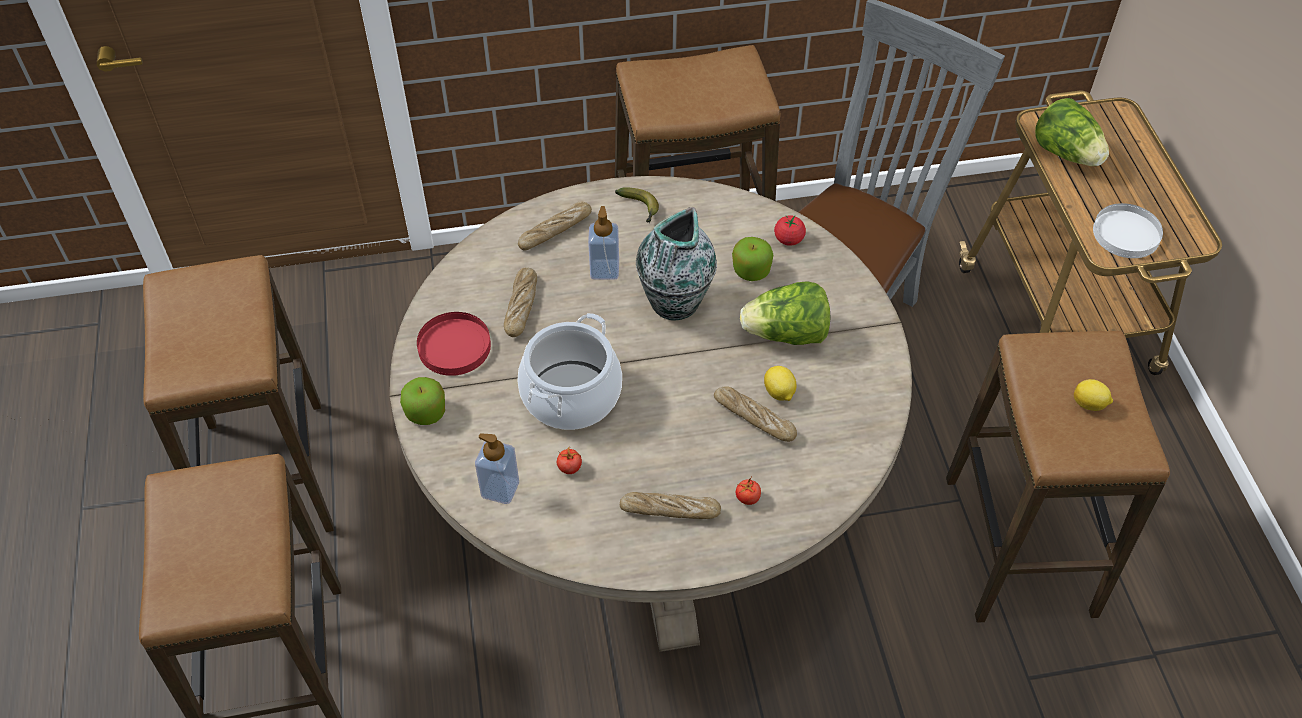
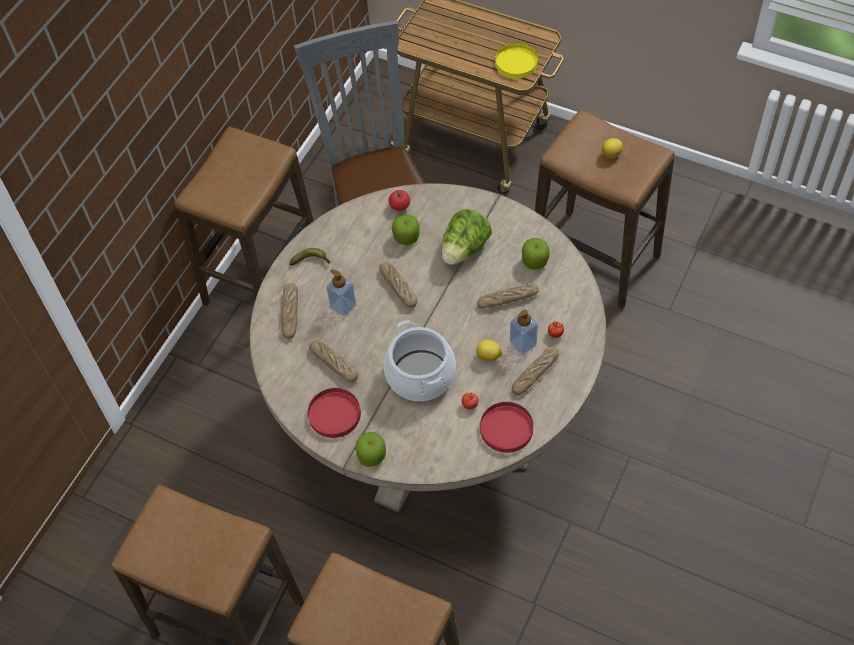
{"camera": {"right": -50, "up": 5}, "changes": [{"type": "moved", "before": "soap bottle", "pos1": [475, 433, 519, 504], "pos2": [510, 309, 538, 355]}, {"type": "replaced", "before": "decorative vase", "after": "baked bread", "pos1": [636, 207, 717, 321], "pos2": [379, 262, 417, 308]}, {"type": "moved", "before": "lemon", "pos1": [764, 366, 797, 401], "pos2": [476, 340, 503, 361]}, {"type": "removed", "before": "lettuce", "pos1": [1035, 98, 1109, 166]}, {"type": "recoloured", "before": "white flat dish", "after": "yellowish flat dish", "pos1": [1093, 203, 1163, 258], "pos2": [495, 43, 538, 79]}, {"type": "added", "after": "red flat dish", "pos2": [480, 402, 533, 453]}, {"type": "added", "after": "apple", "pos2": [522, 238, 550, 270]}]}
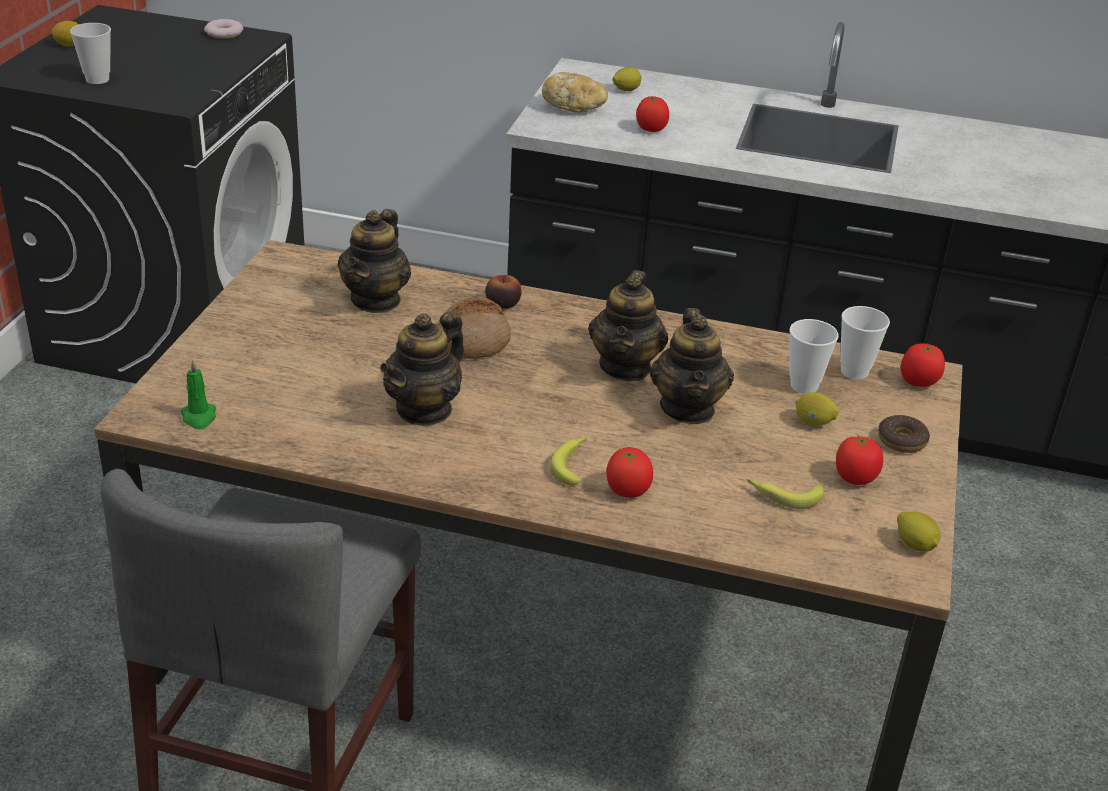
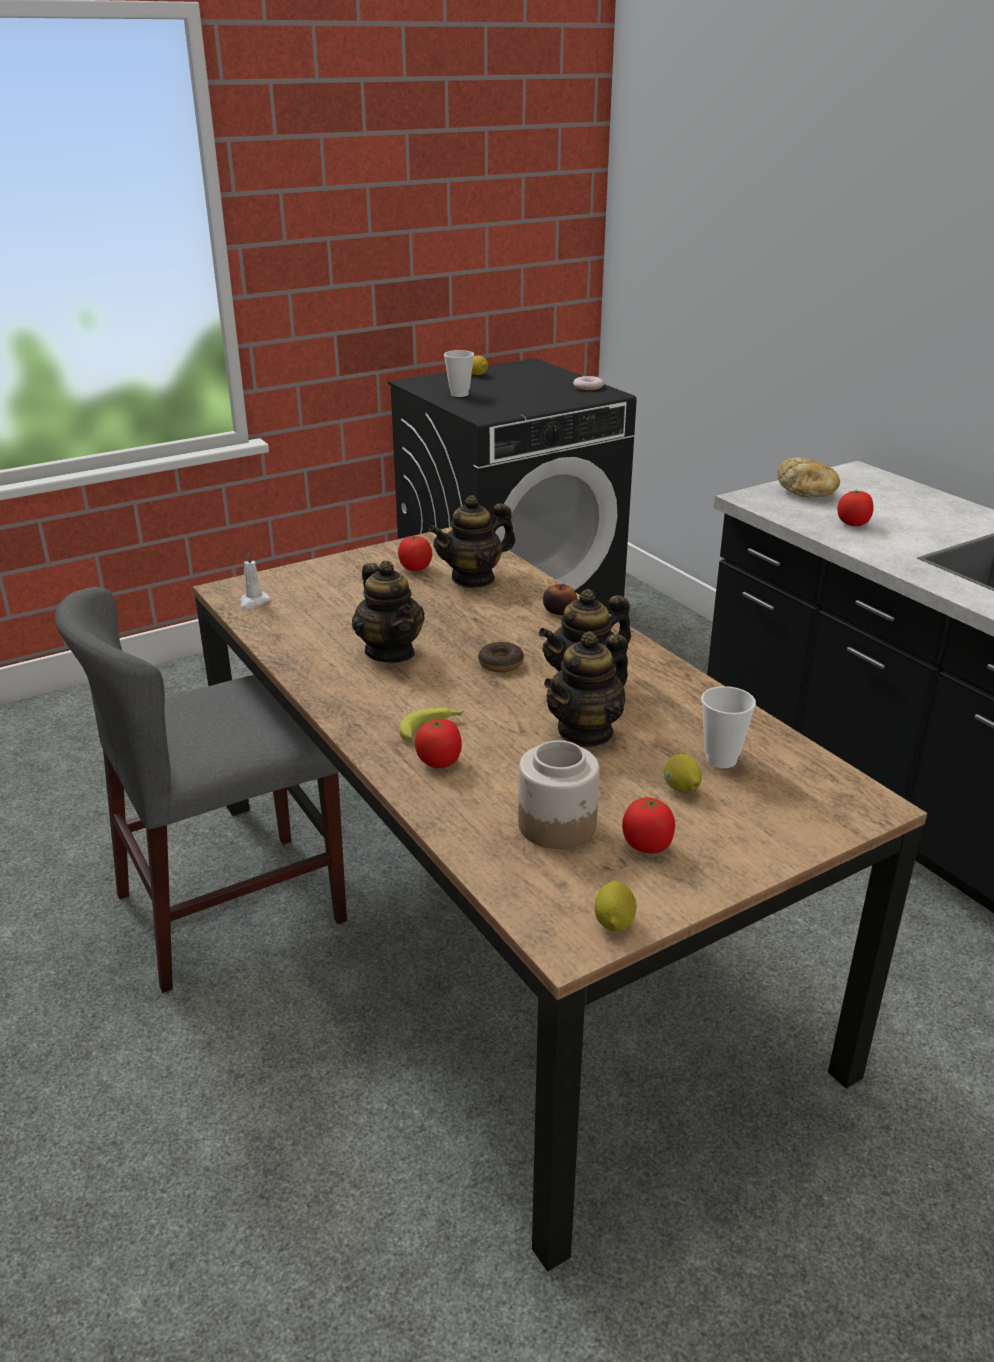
{"camera": {"right": 45, "up": -5}, "changes": [{"type": "recoloured", "before": "green candle", "after": "white candle", "pos1": [181, 359, 216, 429], "pos2": [239, 551, 270, 609]}, {"type": "turned", "before": "pot for tea", "pos1": [380, 311, 464, 427], "pos2": [352, 561, 425, 663], "turn": -105}, {"type": "removed", "before": "baked bread", "pos1": [438, 297, 511, 359]}, {"type": "removed", "before": "lemon", "pos1": [612, 67, 642, 91]}, {"type": "replaced", "before": "banana fruit", "after": "jar", "pos1": [746, 478, 824, 509], "pos2": [518, 740, 600, 849]}, {"type": "removed", "before": "small cup", "pos1": [840, 306, 890, 379]}, {"type": "moved", "before": "donut", "pos1": [878, 415, 930, 453], "pos2": [478, 642, 524, 672]}, {"type": "moved", "before": "whole tomato", "pos1": [901, 344, 945, 387], "pos2": [398, 536, 432, 571]}]}
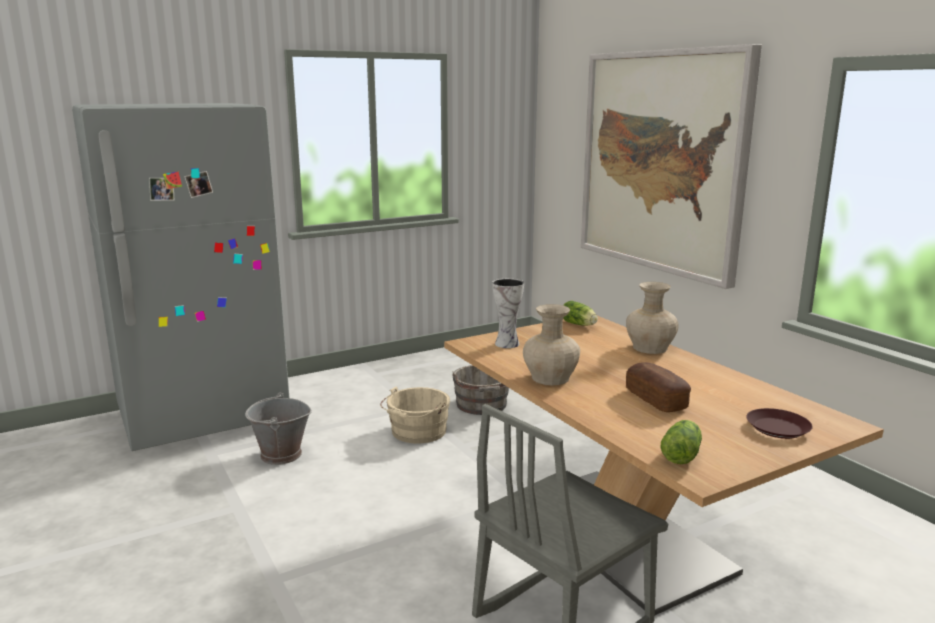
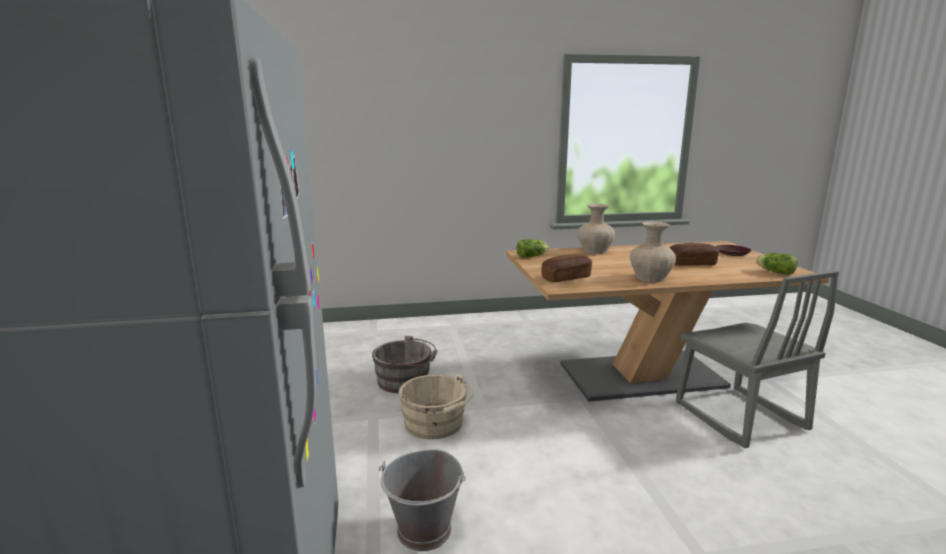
{"camera": {"right": -70, "up": 0}, "changes": [{"type": "replaced", "before": "decorative vase", "after": "baked bread", "pos1": [492, 278, 524, 348], "pos2": [541, 254, 592, 282]}, {"type": "removed", "before": "wall art", "pos1": [581, 44, 762, 289]}]}
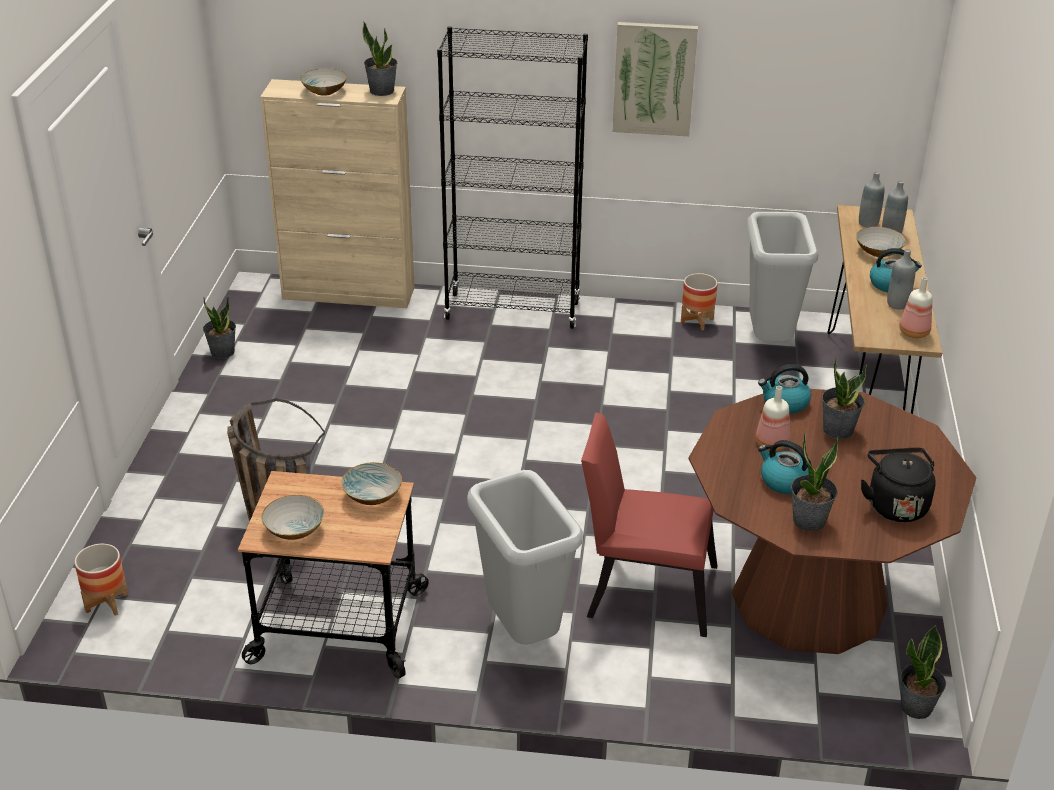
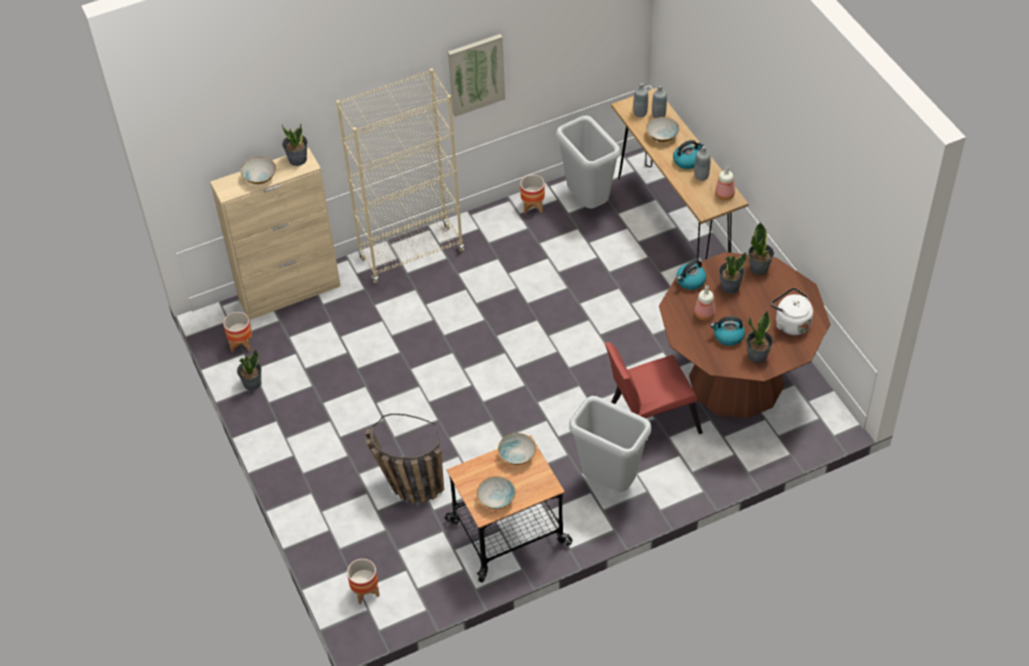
{"camera": {"right": -30, "up": 15}, "changes": [{"type": "recoloured", "before": "black shelving unit", "after": "sand-coloured shelving unit", "pos1": [437, 26, 588, 329], "pos2": [336, 69, 464, 283]}, {"type": "recoloured", "before": "black water kettle", "after": "white water kettle", "pos1": [861, 447, 936, 522], "pos2": [771, 288, 813, 335]}, {"type": "moved", "before": "houseplant", "pos1": [900, 625, 946, 719], "pos2": [748, 222, 774, 275]}, {"type": "added", "after": "flower pot", "pos2": [223, 312, 252, 352]}]}
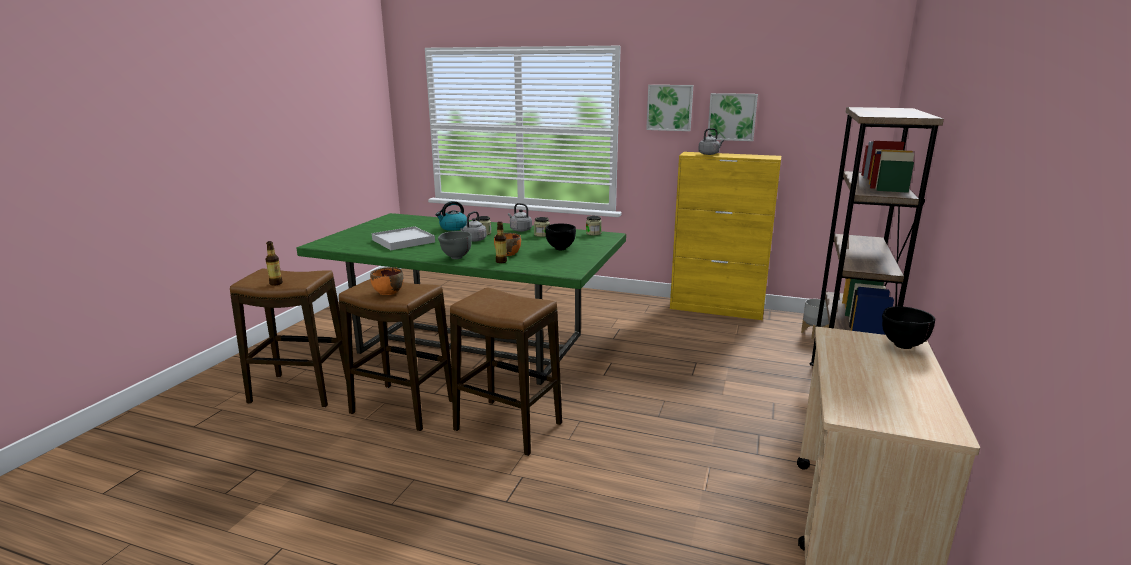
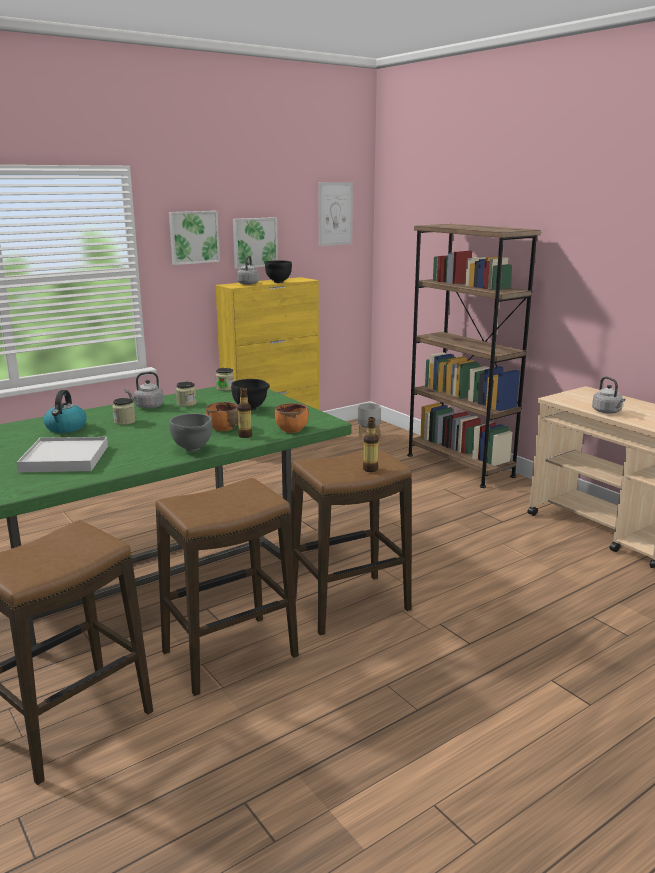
{"camera": {"right": -55, "up": 0}, "changes": [{"type": "moved", "before": "bottle", "pos1": [266, 241, 283, 286], "pos2": [363, 417, 379, 472]}, {"type": "moved", "before": "orange bowl", "pos1": [370, 267, 404, 295], "pos2": [275, 403, 309, 433]}, {"type": "moved", "before": "gray water kettle", "pos1": [460, 211, 487, 242], "pos2": [592, 376, 625, 414]}, {"type": "moved", "before": "black bowl", "pos1": [882, 306, 935, 349], "pos2": [265, 260, 292, 283]}, {"type": "added", "after": "wall art", "pos2": [318, 182, 353, 246]}]}
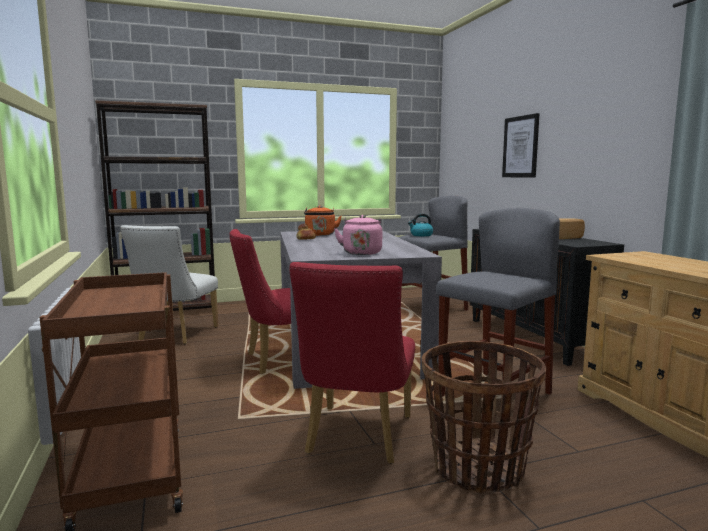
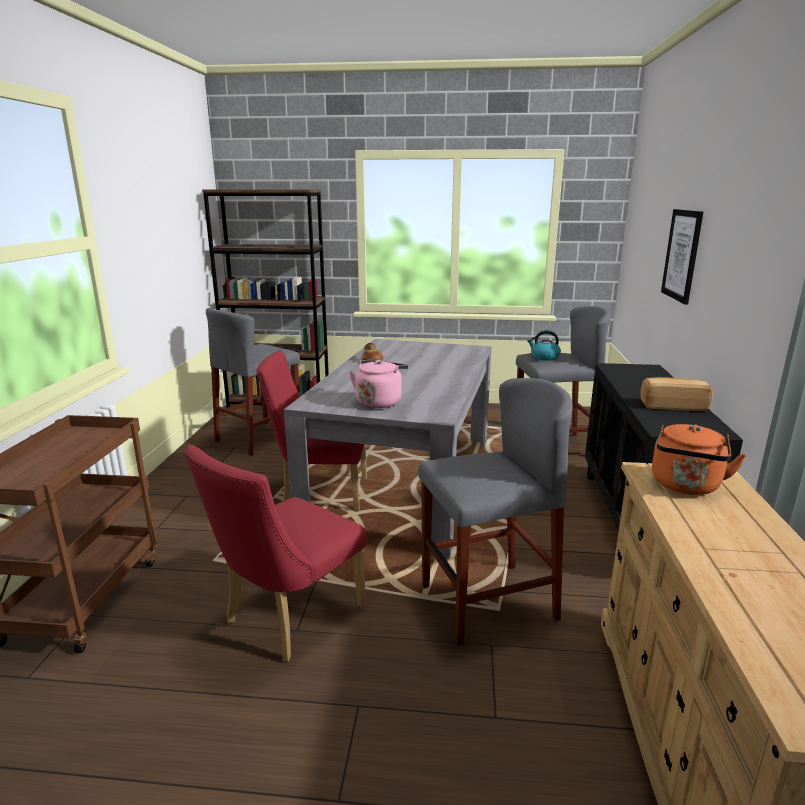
{"camera": {"right": 25, "up": 10}, "changes": [{"type": "replaced", "before": "white upright chair", "after": "gray sitting stool", "pos1": [120, 225, 218, 344], "pos2": [206, 308, 300, 456]}, {"type": "moved", "before": "orange water kettle", "pos1": [304, 205, 342, 236], "pos2": [652, 424, 746, 495]}, {"type": "removed", "before": "household basket", "pos1": [422, 341, 547, 493]}]}
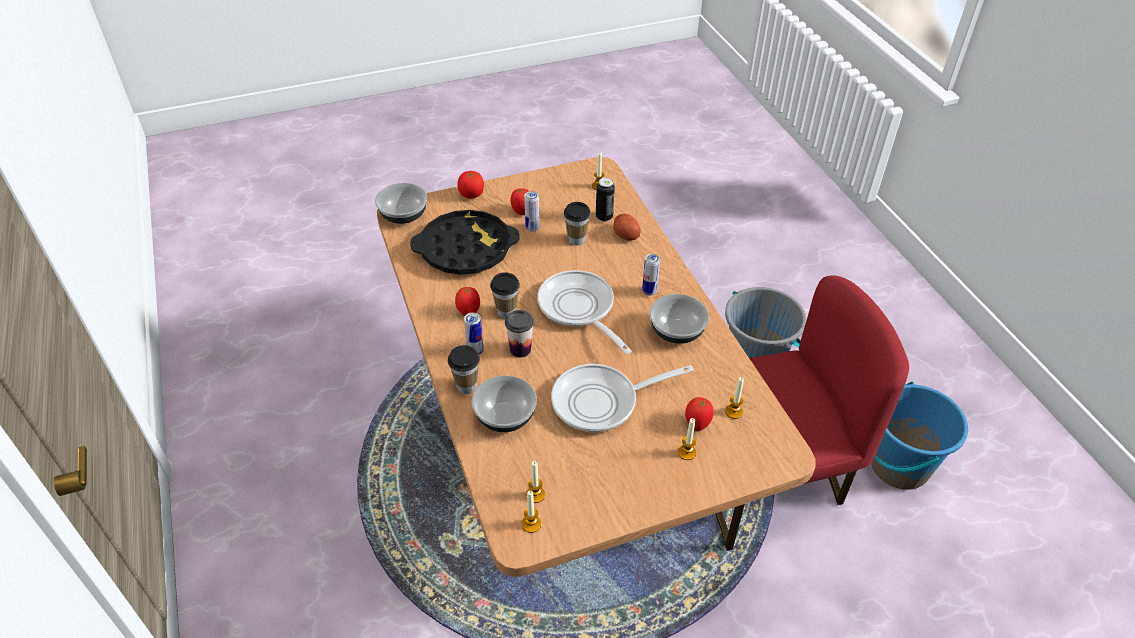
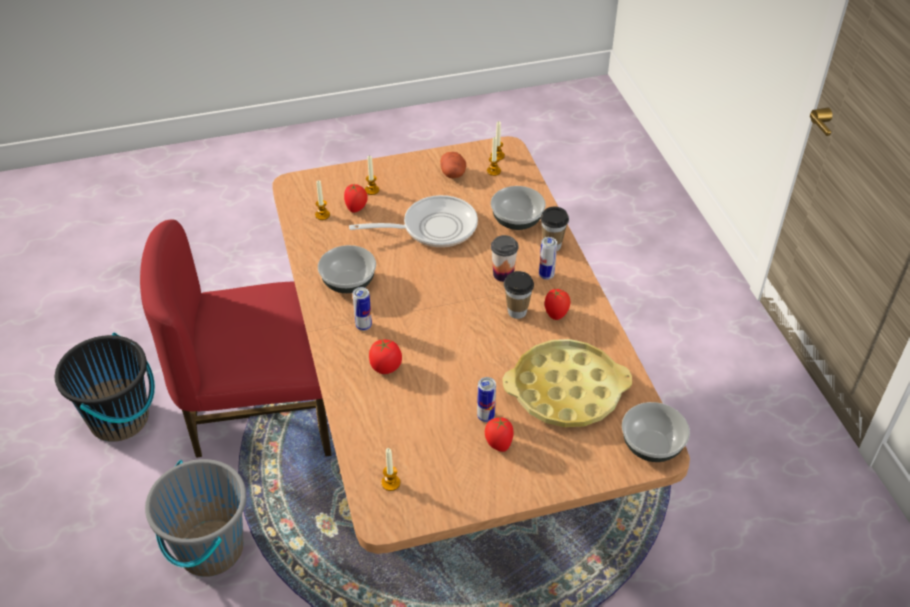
{"camera": {"right": -175, "up": 0}, "changes": [{"type": "recoloured", "before": "black tray", "after": "yellowish tray", "pos1": [410, 210, 520, 275], "pos2": [503, 339, 632, 427]}, {"type": "moved", "before": "whole tomato", "pos1": [457, 171, 484, 199], "pos2": [369, 338, 402, 374]}, {"type": "removed", "before": "frying pan", "pos1": [537, 270, 632, 354]}, {"type": "removed", "before": "small cup", "pos1": [564, 202, 591, 245]}, {"type": "removed", "before": "metal can", "pos1": [596, 178, 615, 222]}, {"type": "moved", "before": "spud", "pos1": [613, 214, 640, 241], "pos2": [440, 152, 466, 178]}, {"type": "recoloured", "before": "blue-coloured water bucket", "after": "black water bucket", "pos1": [871, 382, 968, 490], "pos2": [55, 332, 155, 442]}]}
